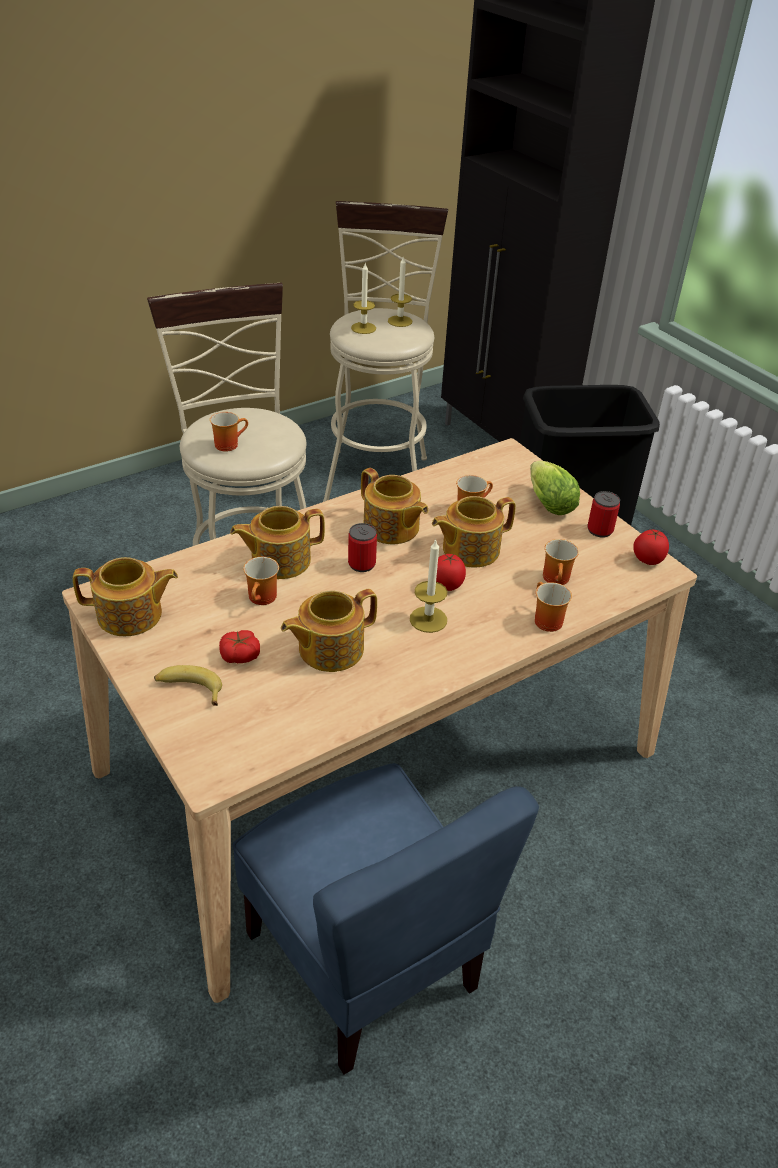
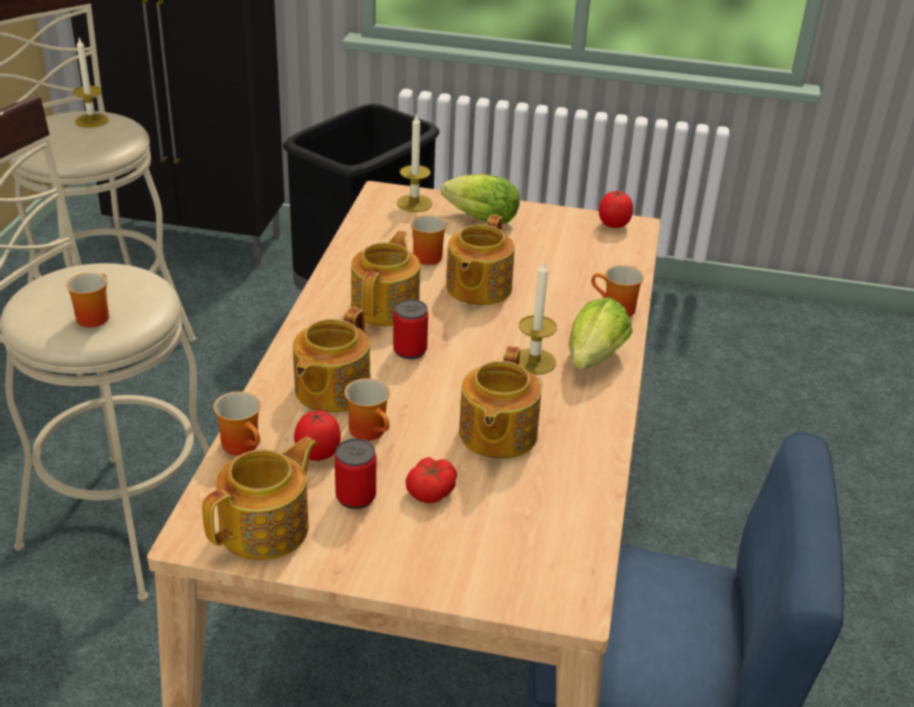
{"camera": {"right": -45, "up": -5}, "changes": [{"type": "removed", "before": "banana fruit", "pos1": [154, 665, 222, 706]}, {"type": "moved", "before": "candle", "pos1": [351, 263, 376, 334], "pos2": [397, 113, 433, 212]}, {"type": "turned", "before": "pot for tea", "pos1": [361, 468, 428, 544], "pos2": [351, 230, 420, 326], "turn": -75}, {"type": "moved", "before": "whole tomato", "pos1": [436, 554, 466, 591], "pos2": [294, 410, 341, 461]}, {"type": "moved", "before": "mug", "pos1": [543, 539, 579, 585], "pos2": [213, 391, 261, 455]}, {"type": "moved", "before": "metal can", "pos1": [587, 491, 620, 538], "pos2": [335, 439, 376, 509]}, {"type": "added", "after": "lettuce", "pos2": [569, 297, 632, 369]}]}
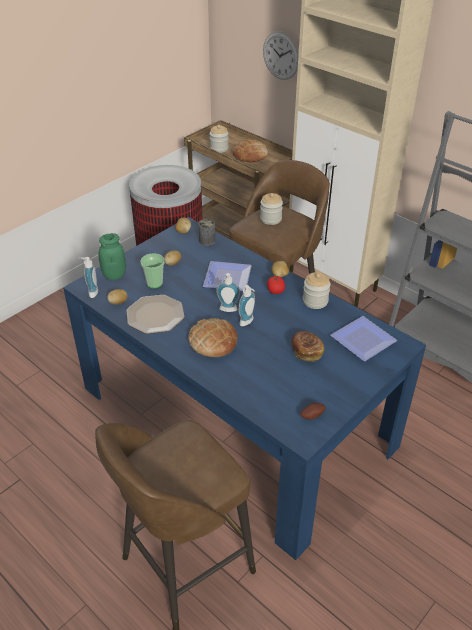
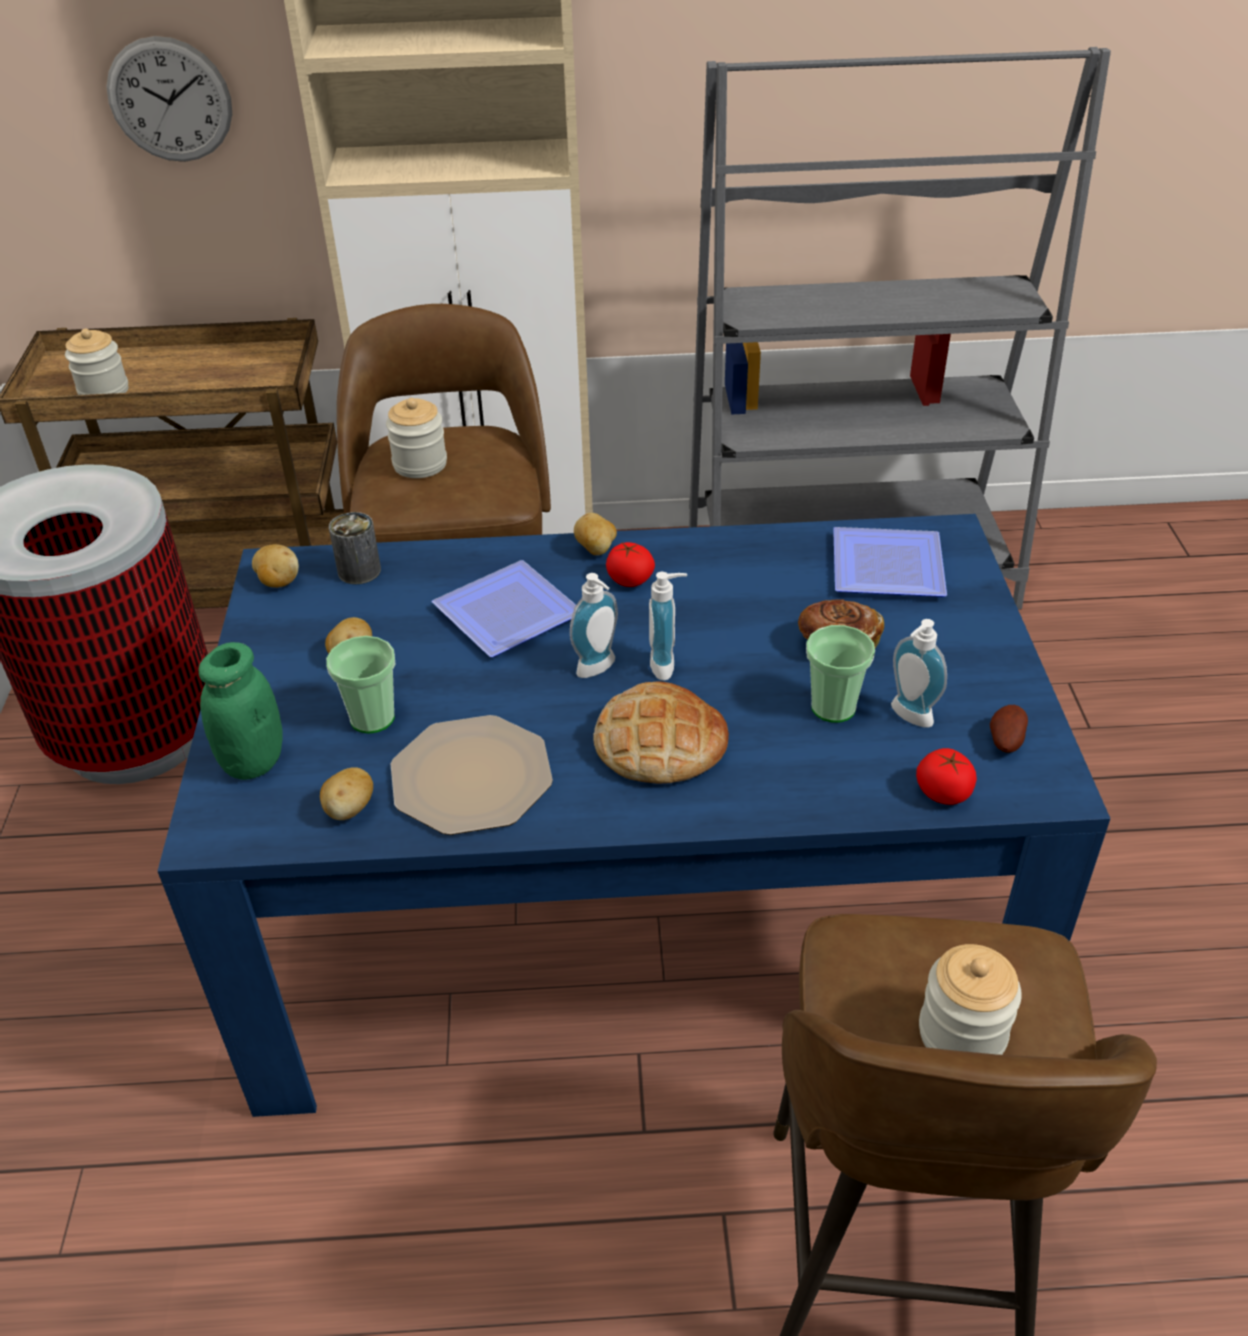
{"camera": {"right": -45, "up": 0}, "changes": [{"type": "moved", "before": "soap bottle", "pos1": [78, 257, 98, 298], "pos2": [891, 619, 947, 728]}, {"type": "removed", "before": "baked bread", "pos1": [233, 139, 268, 162]}, {"type": "moved", "before": "jar", "pos1": [303, 272, 331, 309], "pos2": [919, 944, 1022, 1055]}, {"type": "added", "after": "small cup", "pos2": [806, 625, 875, 723]}, {"type": "added", "after": "whole tomato", "pos2": [916, 748, 977, 805]}]}
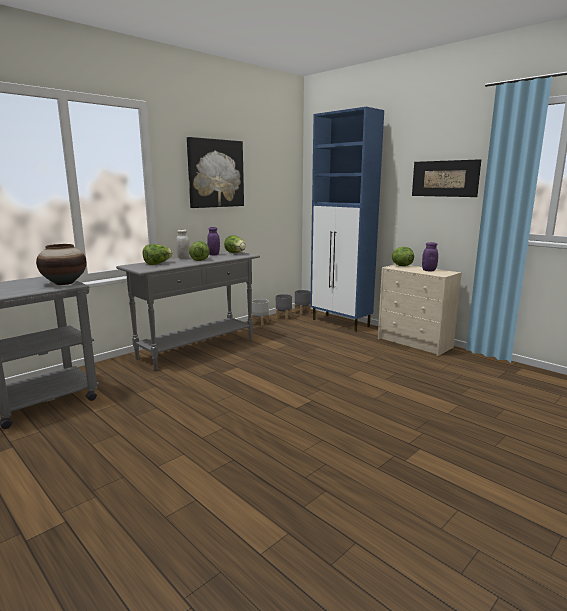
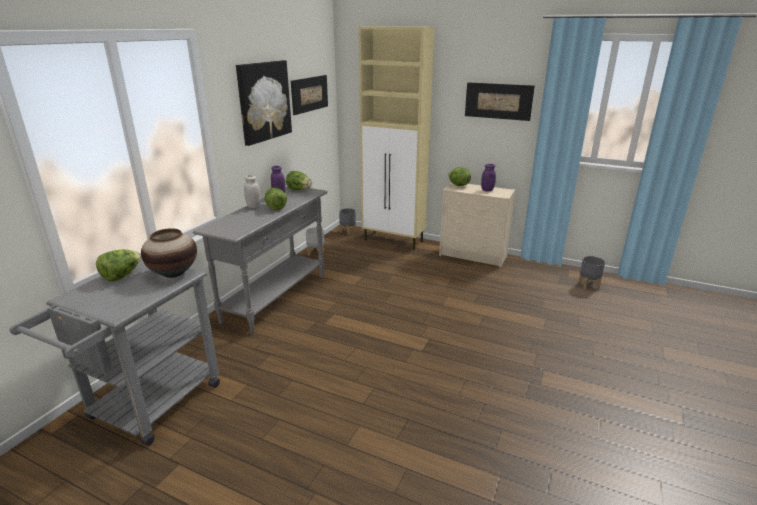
{"camera": {"right": -20, "up": 10}, "changes": [{"type": "moved", "before": "lettuce", "pos1": [143, 244, 173, 265], "pos2": [96, 249, 141, 281]}, {"type": "moved", "before": "gray flower pot", "pos1": [276, 294, 292, 320], "pos2": [579, 256, 605, 289]}, {"type": "recoloured", "before": "blue-coloured storage cabinet", "after": "sand-coloured storage cabinet", "pos1": [310, 107, 384, 332], "pos2": [359, 27, 435, 250]}, {"type": "added", "after": "wall art", "pos2": [291, 75, 328, 115]}]}
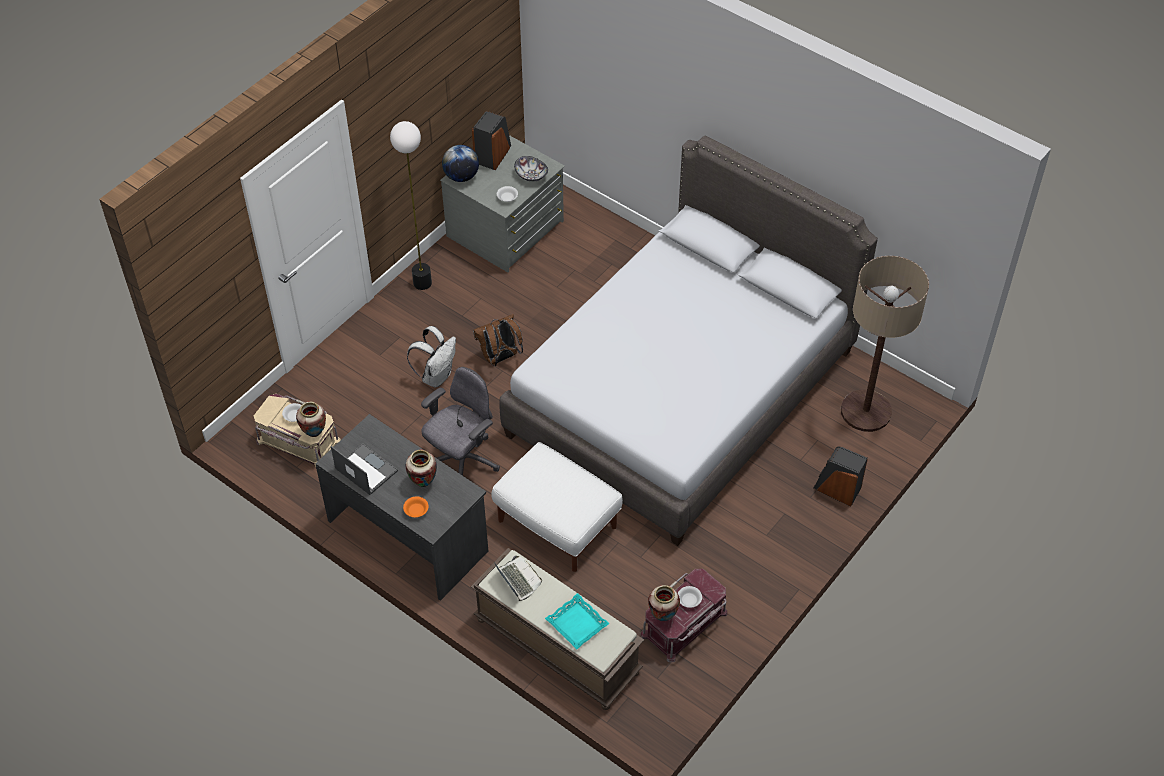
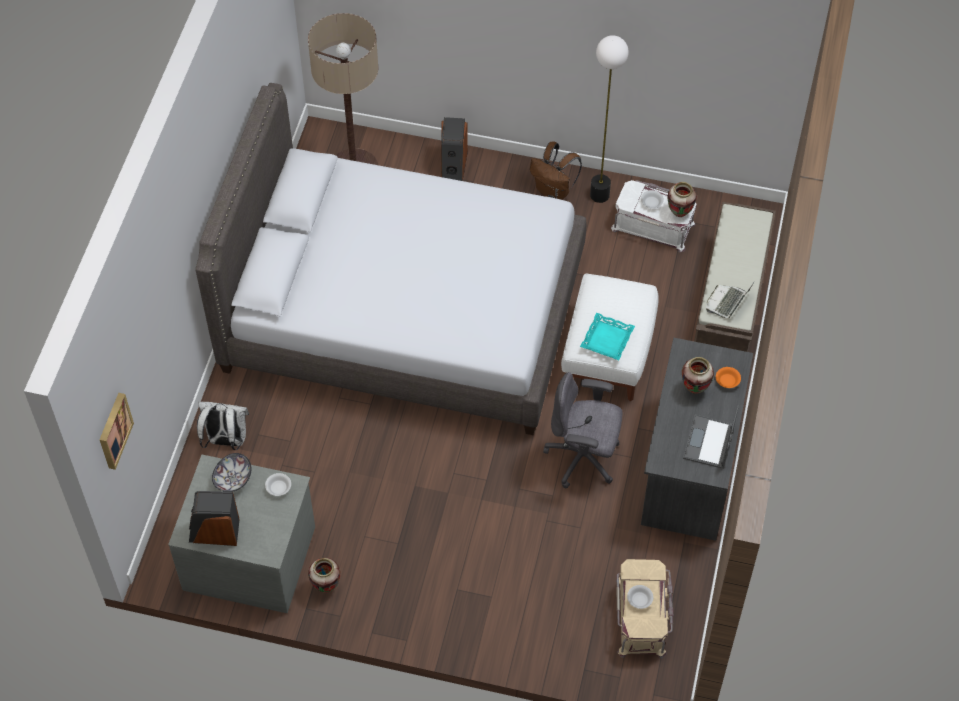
{"camera": {"right": -115, "up": 5}, "changes": [{"type": "moved", "before": "decorative vase", "pos1": [296, 402, 326, 437], "pos2": [308, 558, 340, 593]}, {"type": "moved", "before": "floor lamp", "pos1": [390, 121, 432, 290], "pos2": [590, 35, 629, 203]}, {"type": "moved", "before": "white knapsack", "pos1": [407, 326, 456, 388], "pos2": [197, 402, 249, 450]}, {"type": "removed", "before": "desk globe", "pos1": [442, 145, 479, 182]}, {"type": "moved", "before": "brown-coloured knapsack", "pos1": [473, 314, 523, 366], "pos2": [530, 142, 582, 200]}, {"type": "moved", "before": "turquoise-coloured tray", "pos1": [545, 593, 609, 650], "pos2": [580, 313, 635, 360]}, {"type": "recoloured", "before": "red storage bin", "after": "white storage bin", "pos1": [641, 569, 727, 662], "pos2": [611, 180, 697, 253]}, {"type": "added", "after": "wall art", "pos2": [100, 393, 134, 470]}]}
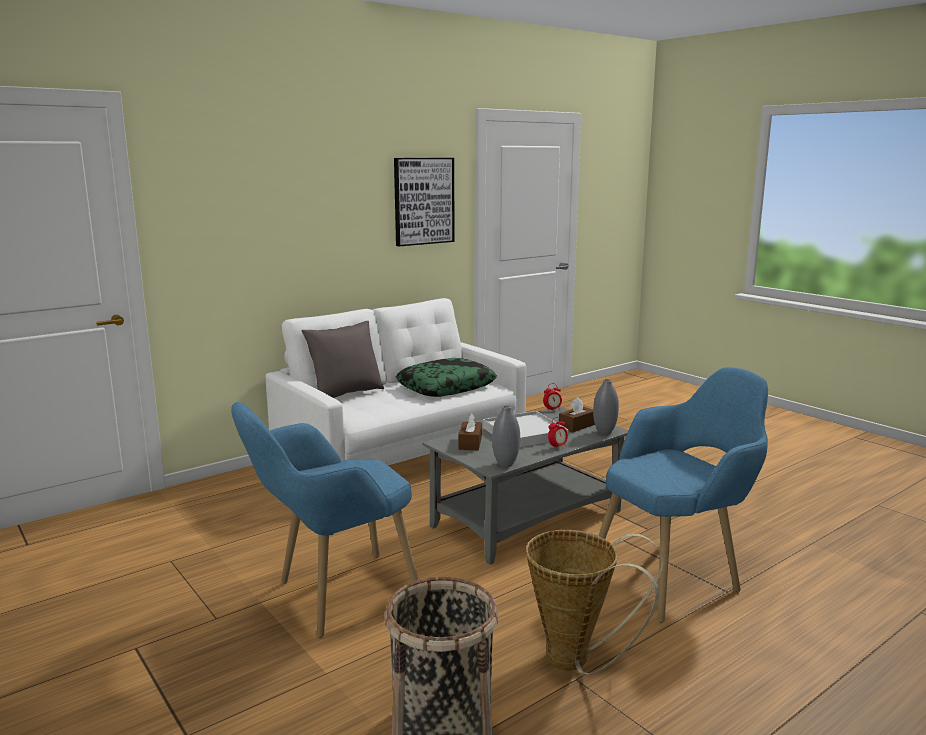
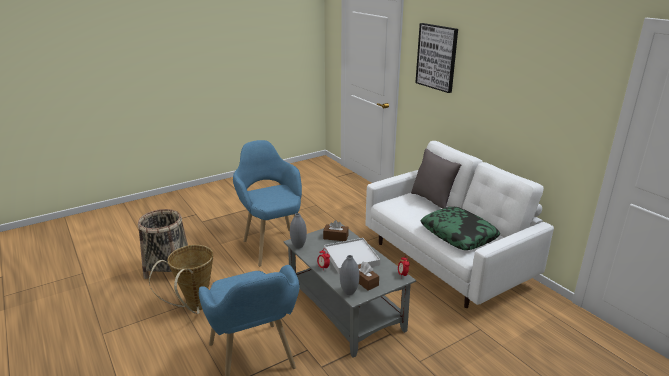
{"camera": {"right": 95, "up": 10}, "changes": [{"type": "moved", "before": "wall art", "pos1": [394, 158, 454, 246], "pos2": [415, 23, 458, 93]}]}
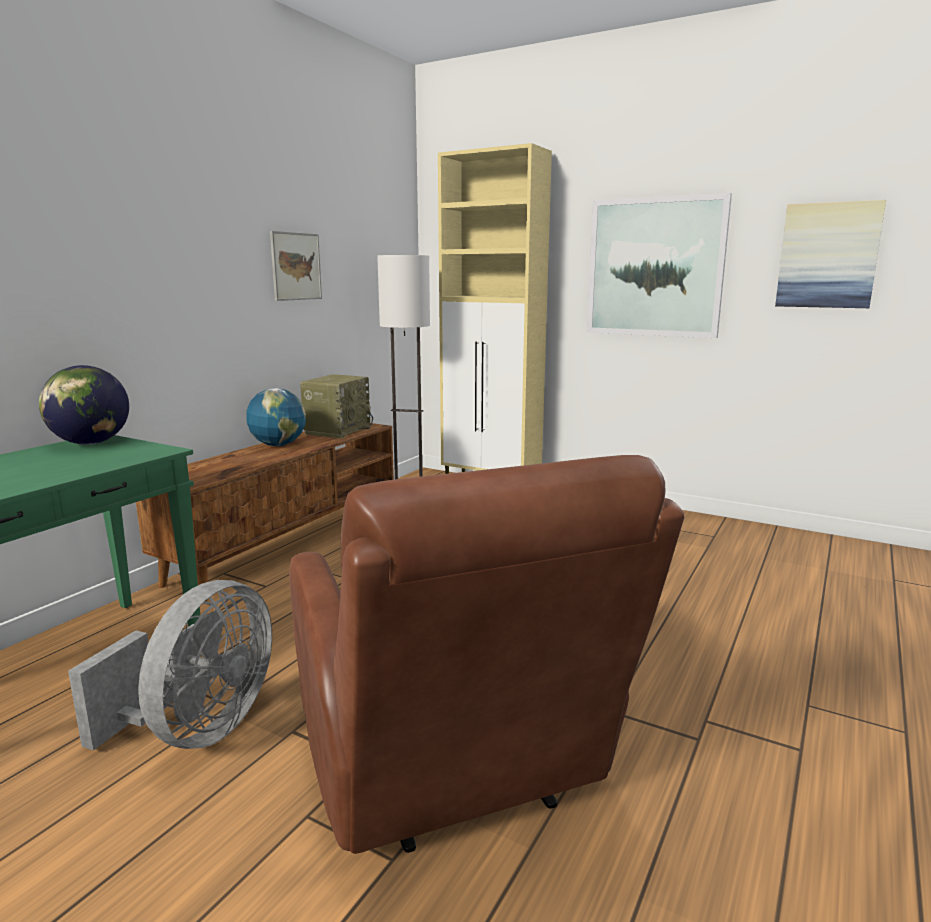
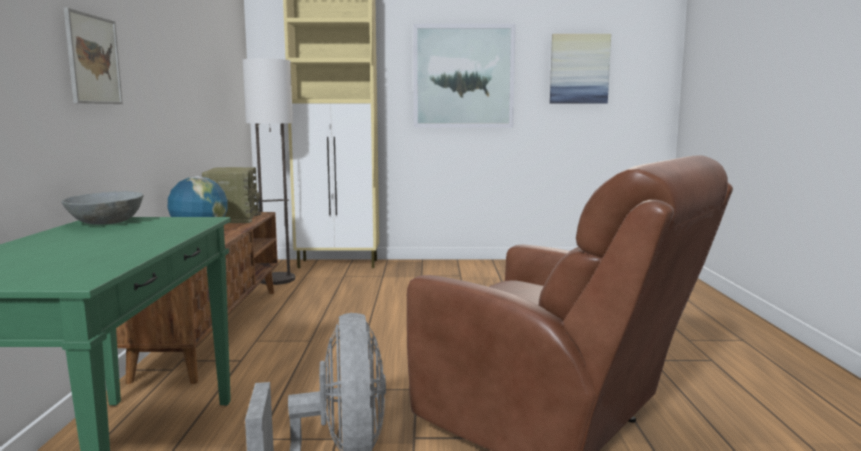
{"camera": {"right": -30, "up": -5}, "changes": [{"type": "replaced", "before": "desk globe", "after": "gray bowl", "pos1": [39, 365, 129, 445], "pos2": [61, 191, 144, 225]}, {"type": "moved", "before": "wall art", "pos1": [270, 231, 322, 301], "pos2": [64, 8, 123, 104]}]}
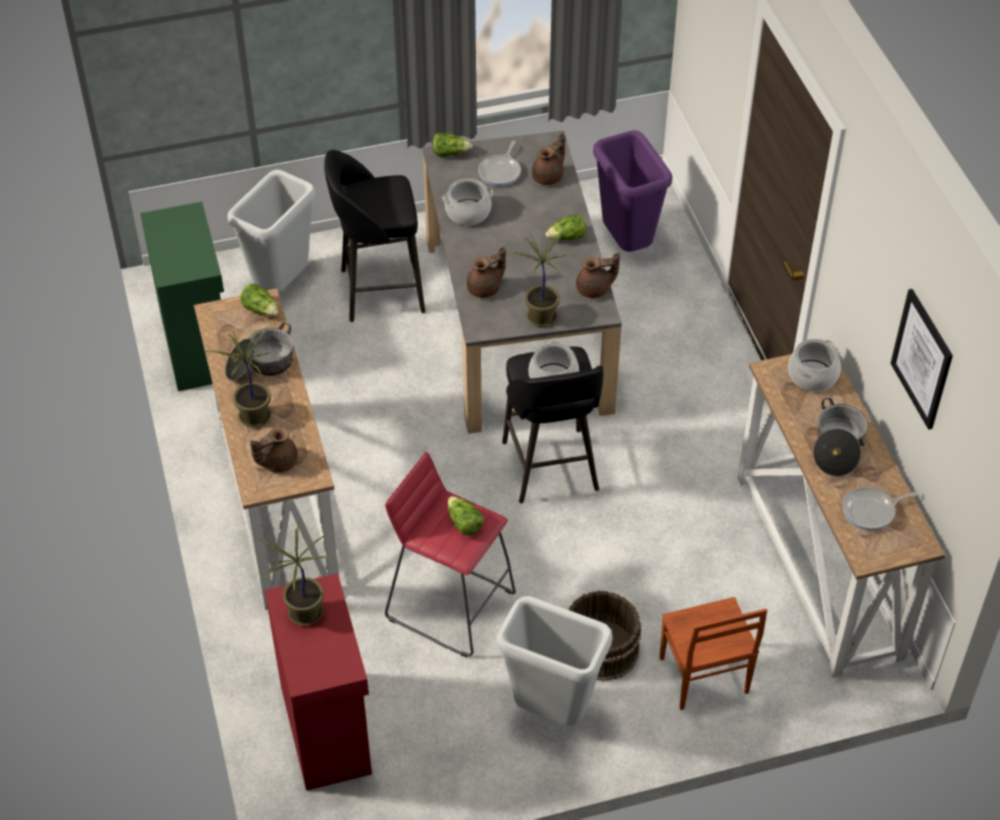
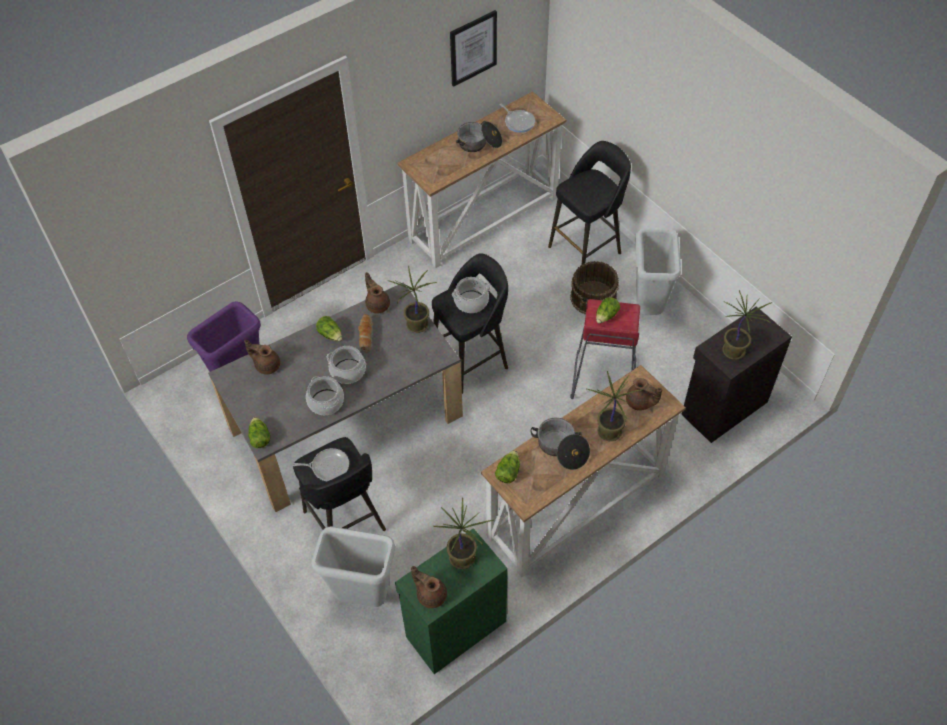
{"camera": {"right": -110, "up": 5}, "changes": [{"type": "recoloured", "before": "red storage cabinet", "after": "black storage cabinet", "pos1": [265, 573, 372, 791], "pos2": [681, 306, 792, 443]}, {"type": "moved", "before": "brown-coloured pot for tea", "pos1": [467, 247, 506, 298], "pos2": [411, 566, 447, 608]}, {"type": "moved", "before": "frying pan", "pos1": [478, 141, 521, 186], "pos2": [292, 448, 349, 481]}, {"type": "replaced", "before": "brown-coloured upright chair", "after": "black sitting stool", "pos1": [660, 597, 767, 710], "pos2": [548, 141, 631, 265]}, {"type": "moved", "before": "cooking pot", "pos1": [788, 339, 841, 392], "pos2": [326, 346, 366, 384]}, {"type": "added", "after": "baked bread", "pos2": [358, 314, 373, 353]}, {"type": "added", "after": "houseplant", "pos2": [433, 497, 494, 569]}]}
